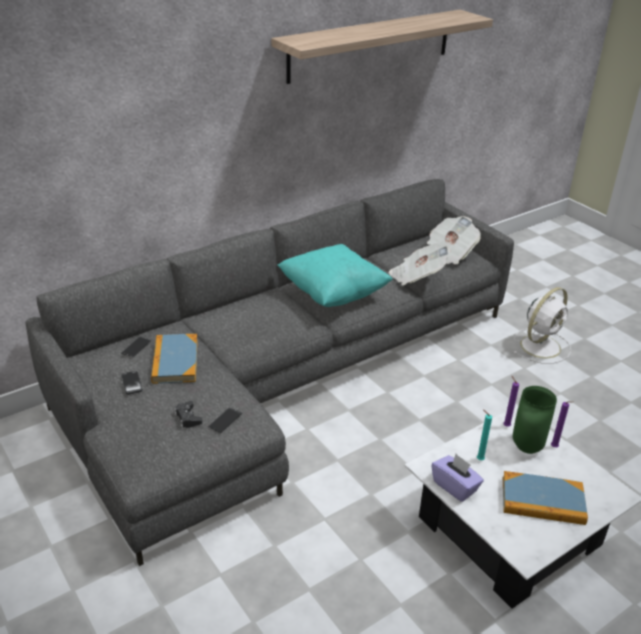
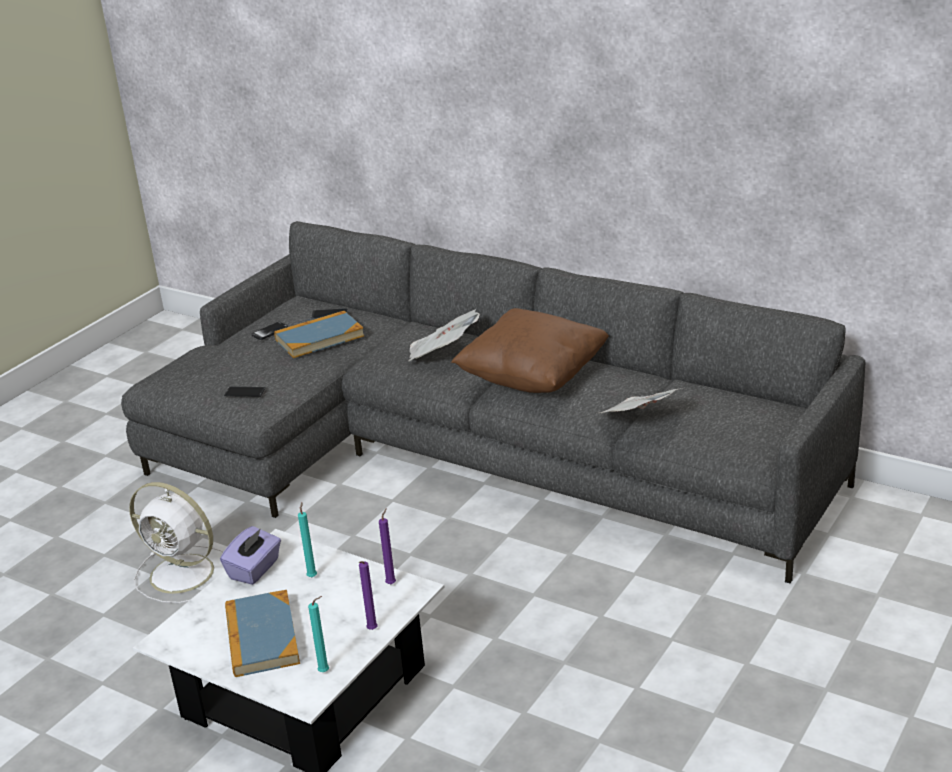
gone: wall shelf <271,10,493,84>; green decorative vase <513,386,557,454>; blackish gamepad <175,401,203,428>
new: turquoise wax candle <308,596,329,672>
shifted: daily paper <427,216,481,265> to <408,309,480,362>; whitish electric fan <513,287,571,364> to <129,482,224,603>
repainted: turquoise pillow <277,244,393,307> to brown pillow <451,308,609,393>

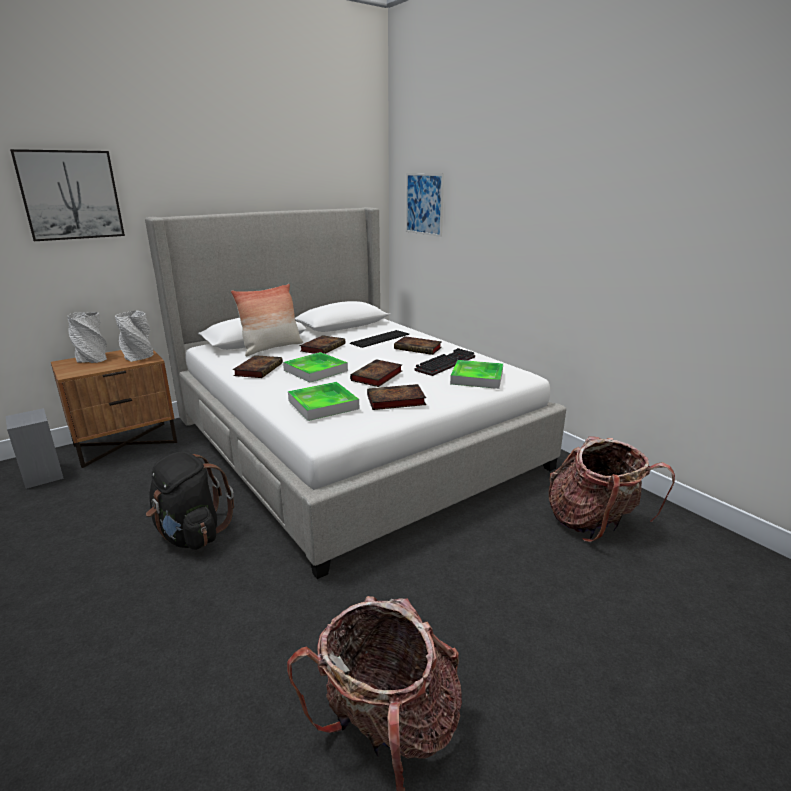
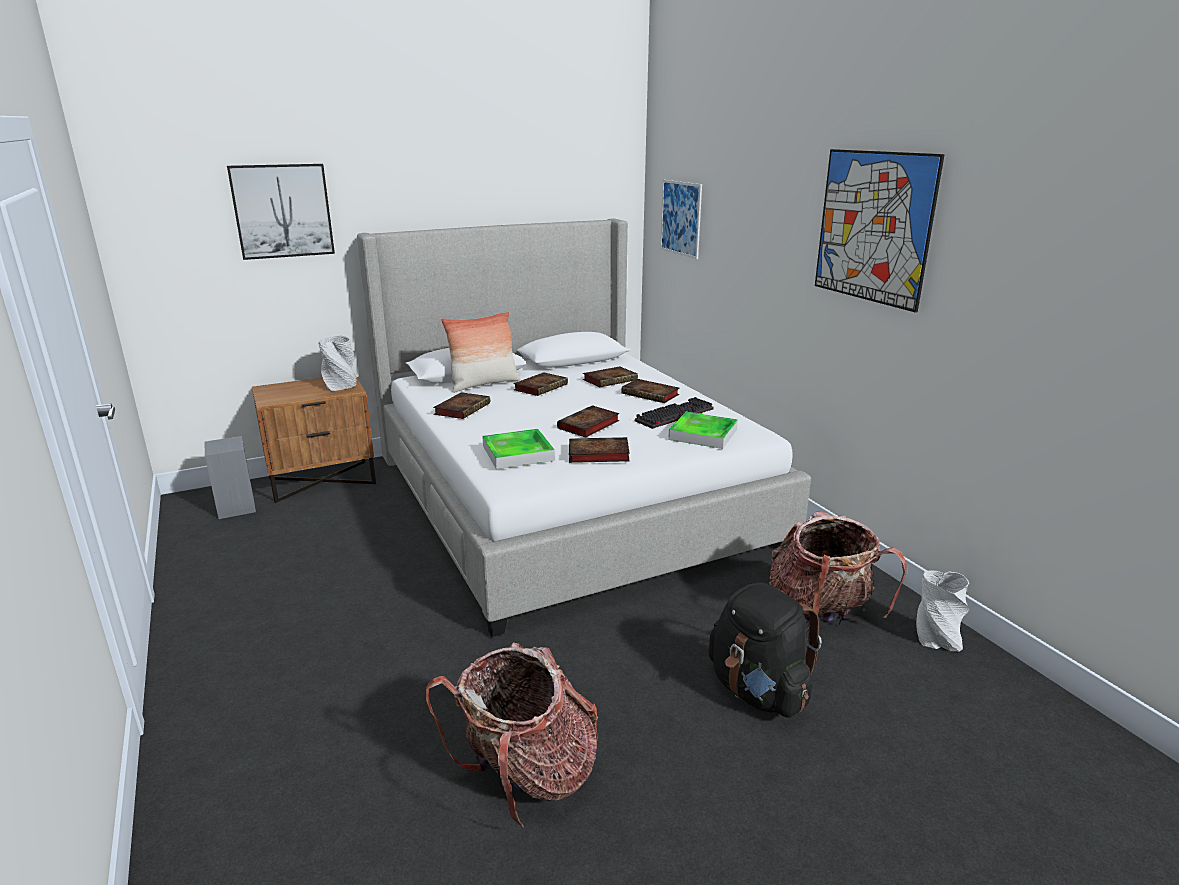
gone: carrying tray <283,352,348,383>
new: wall picture <815,149,945,313>
shifted: grey decorative vase <68,312,107,363> to <916,570,969,652>; blackish rucksack <146,451,234,550> to <708,582,822,718>
swapped: computer keyboard <350,330,409,348> to book <583,366,638,387>

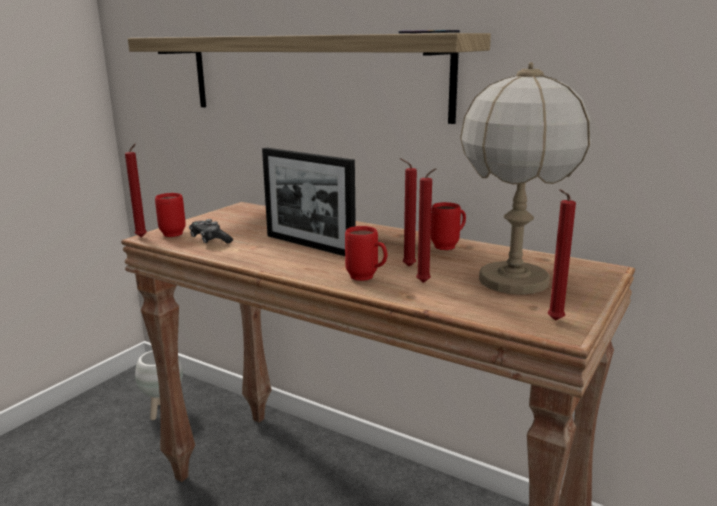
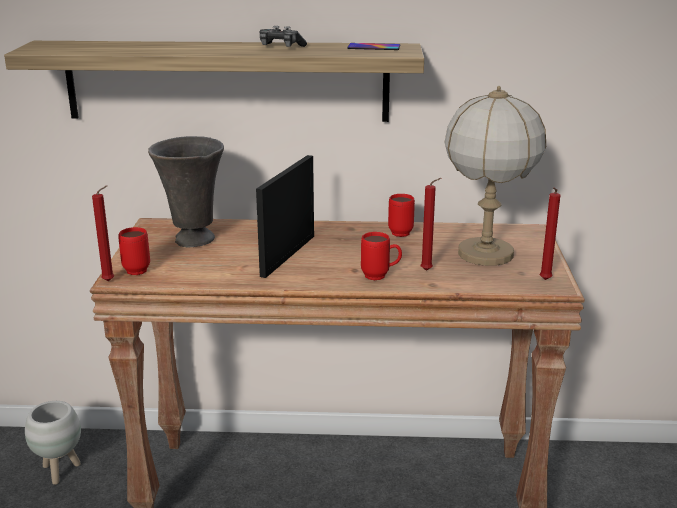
gone: red-coloured wax candle <399,158,417,267>
new: grey decorative vase <148,136,224,247>
shifted: gamepad <189,219,233,244> to <260,26,307,47>
rotated: photo frame <262,148,356,256> = <256,155,314,278> 105 degrees clockwise

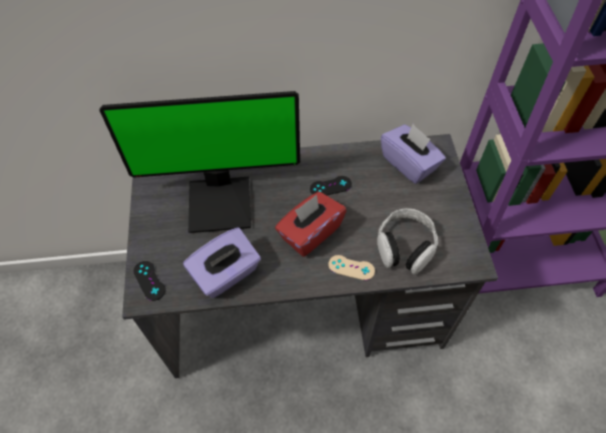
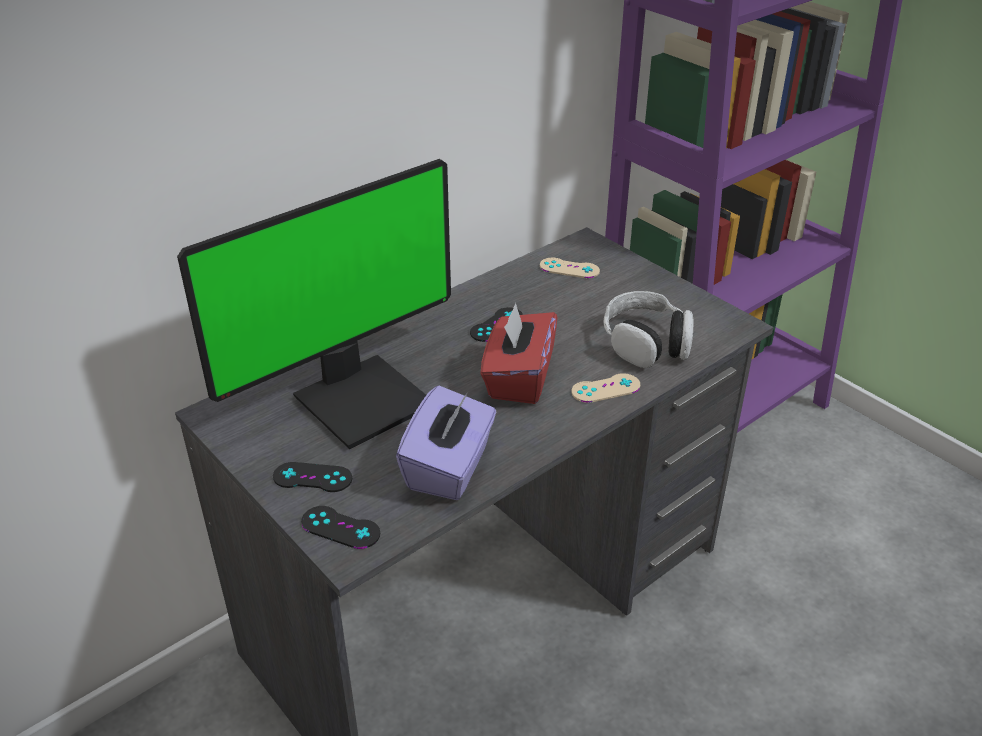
new: blackish gamepad <273,462,352,492>
swapped: purple-coloured box of tissues <381,124,446,184> to beige gamepad <540,258,600,278>

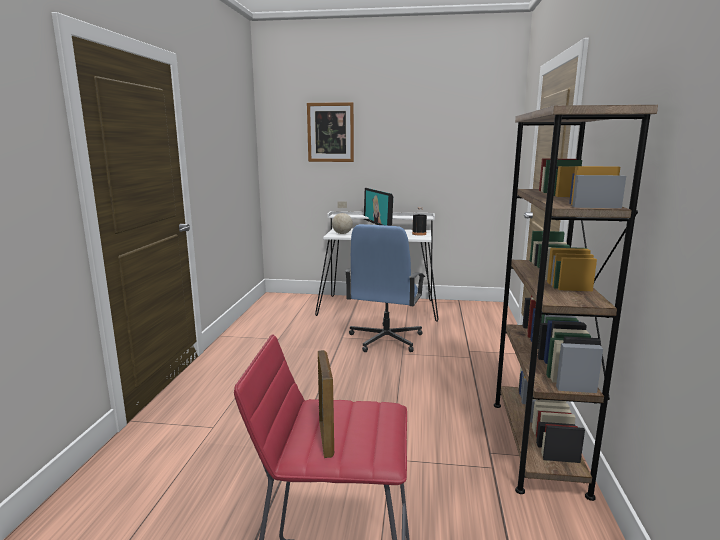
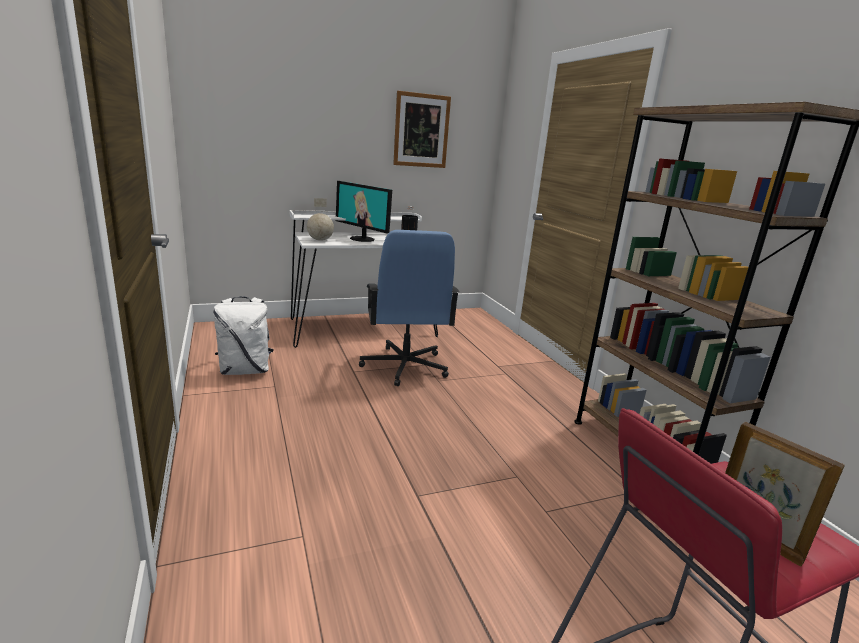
new: whitish rucksack <213,296,274,375>
shifted: wall picture <307,102,354,162> to <393,91,451,168>

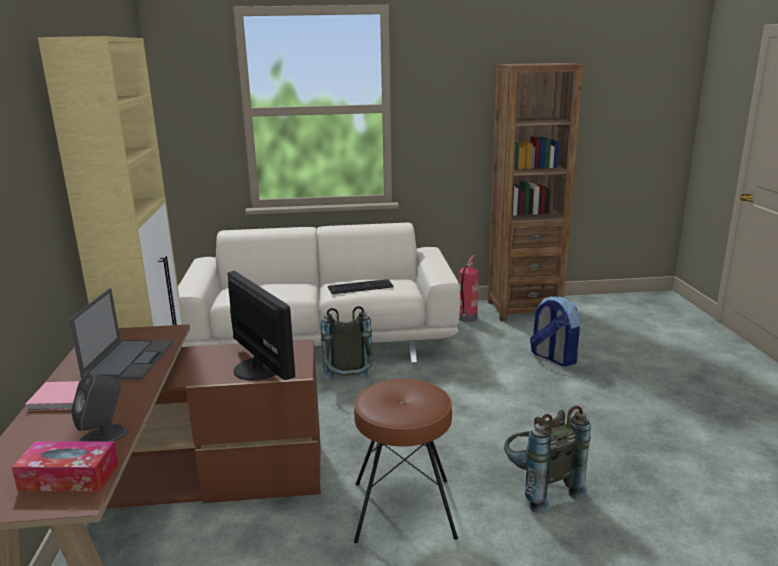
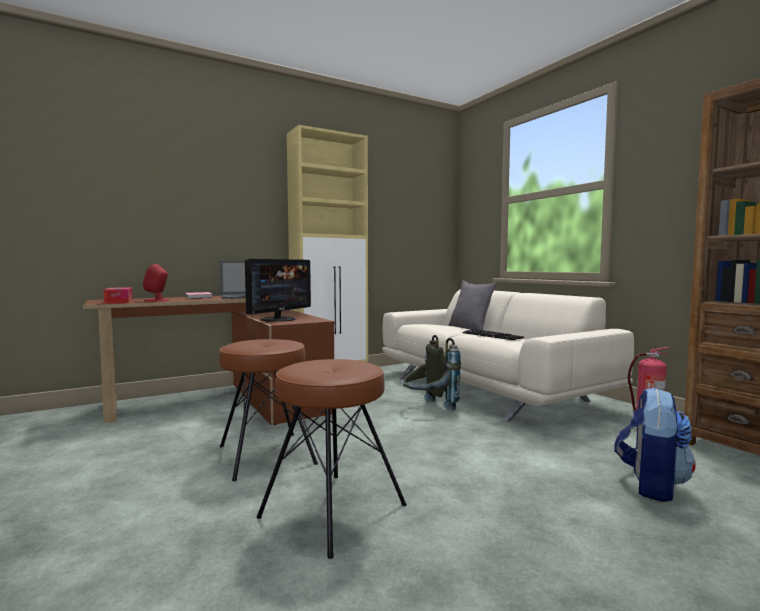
new: grey pillow <449,281,497,330>
swapped: grey rucksack <504,406,591,513> to brown stool seat <257,359,407,559>
repainted: grey loudspeaker <71,373,128,442> to red-coloured loudspeaker <143,264,169,302>

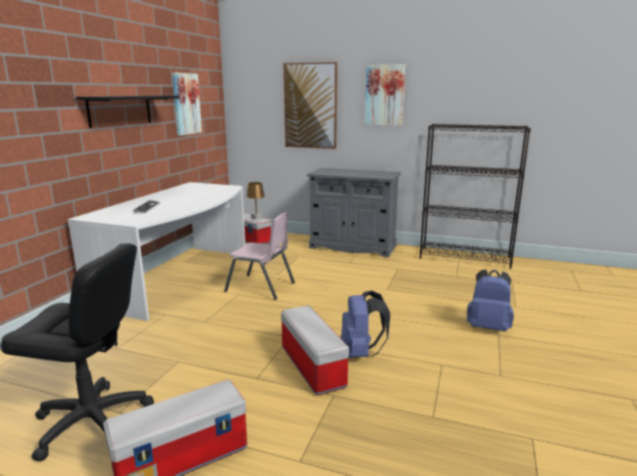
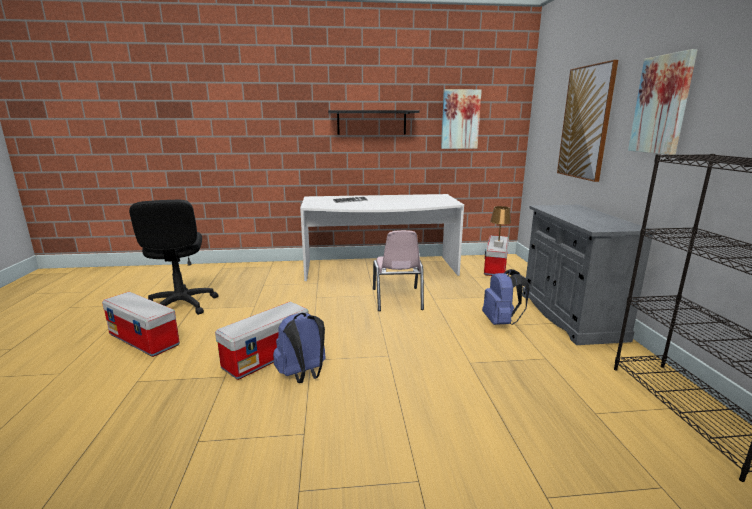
shifted: blue rucksack <467,269,514,331> to <482,269,530,325>

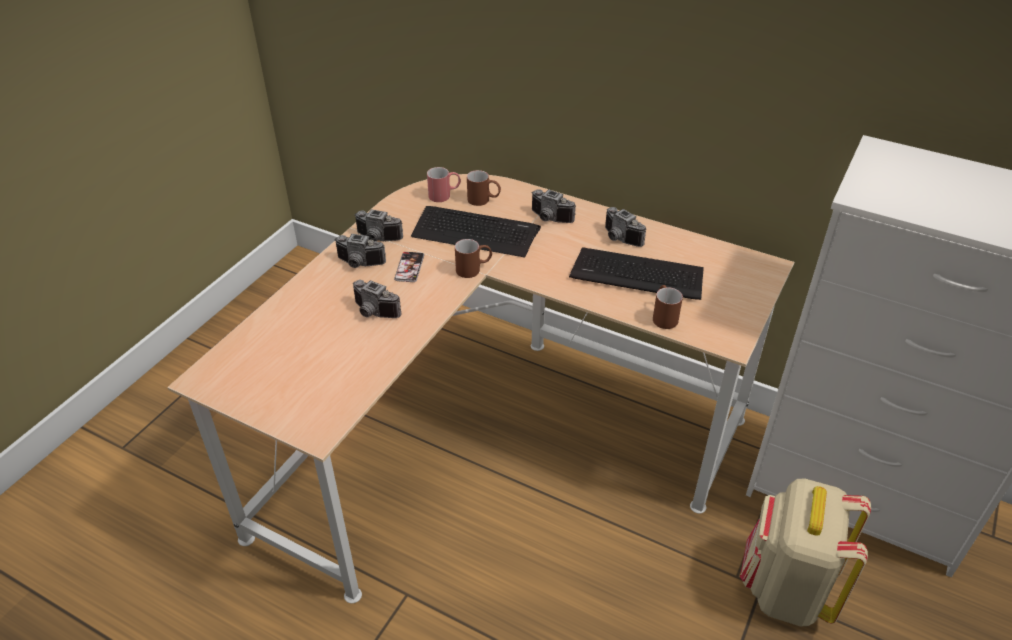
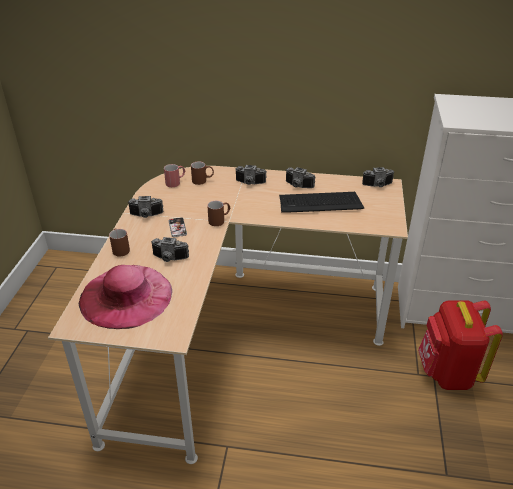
gone: computer keyboard <411,206,541,258>
new: pinkish hat <79,265,172,329>
shifted: photo camera <334,234,386,268> to <362,167,394,187>; brown tea mug <653,285,683,329> to <109,228,130,256>
repainted: beige rucksack <740,478,871,627> to red-coloured rucksack <418,300,503,390>

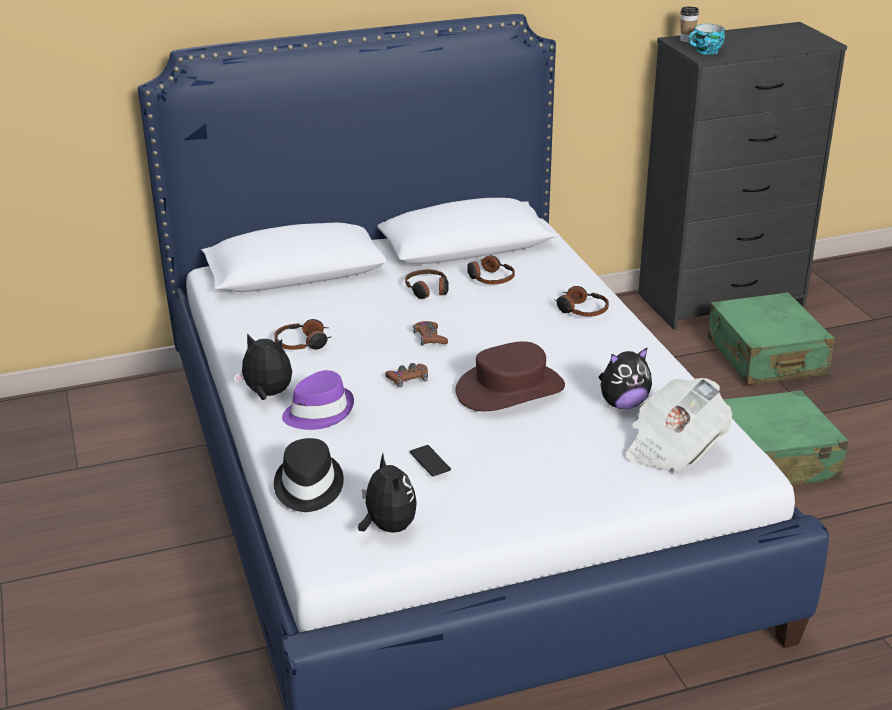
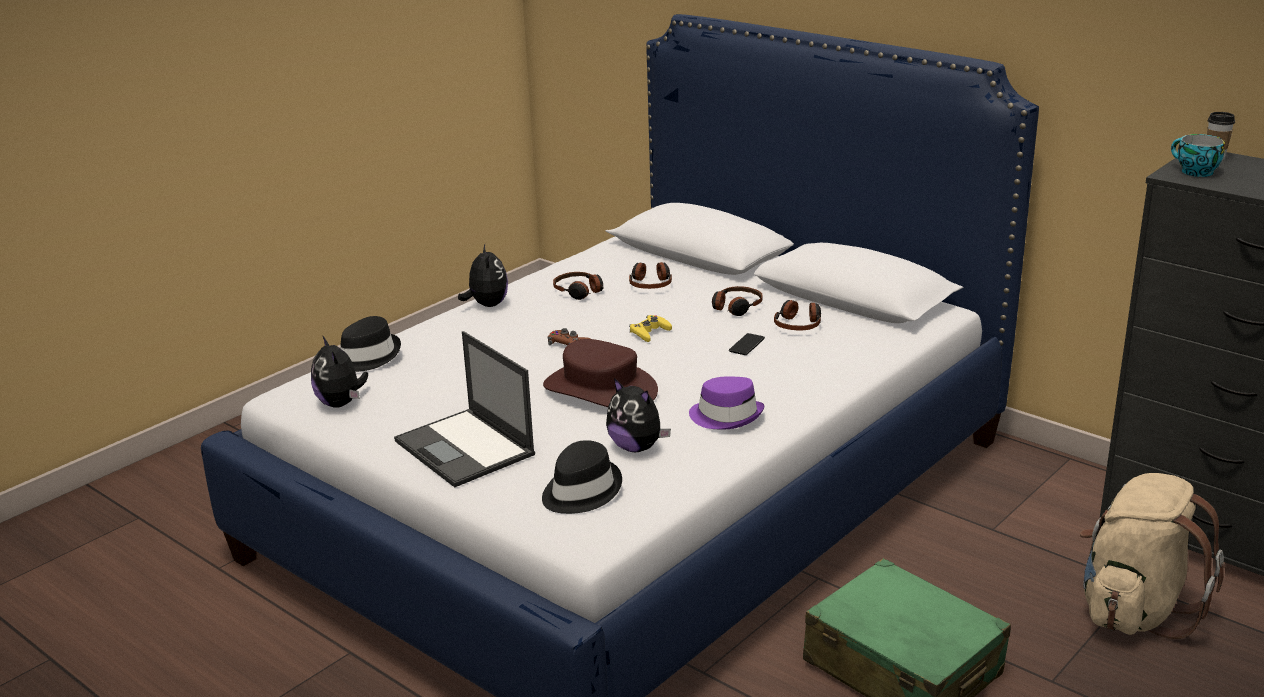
new: notebook computer <394,331,535,487>
shifted: pair of headphones <554,286,609,316> to <629,262,672,289>; purple-coloured hat <282,370,354,430> to <689,376,764,430>; telephone <410,445,451,476> to <729,333,765,355>
swapped: green piece of luggage <708,292,835,385> to beige rucksack <1080,473,1224,639>; daily paper <626,378,732,473> to blackish hat <542,440,622,514>
repainted: brown gamepad <413,321,448,345> to yellow-coloured gamepad <629,315,672,342>
rotated: cuddly toy <358,454,417,533> = <311,335,368,408> 120 degrees clockwise

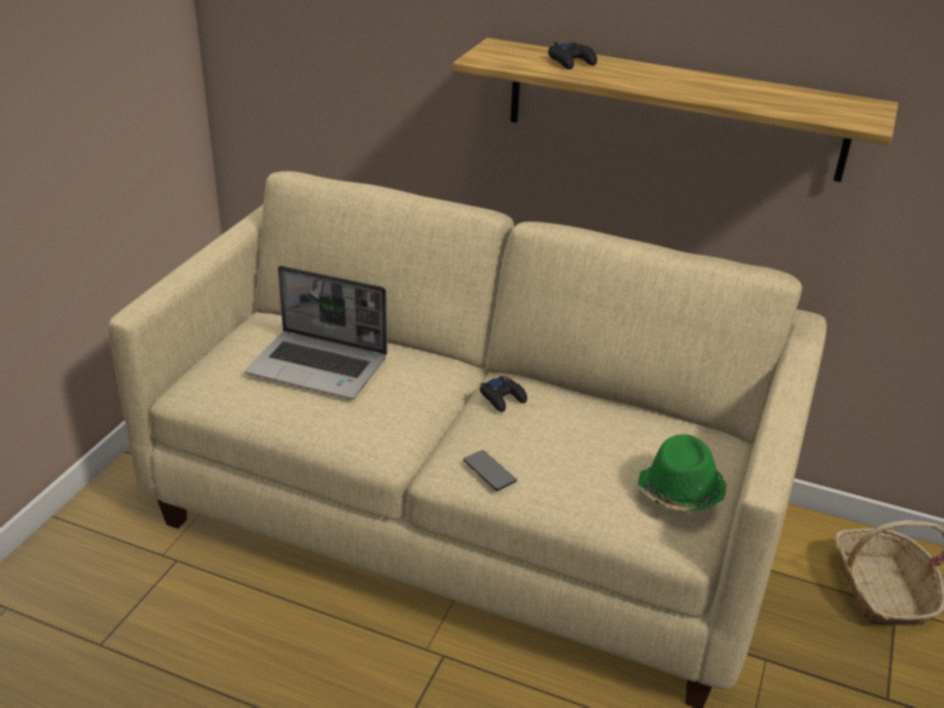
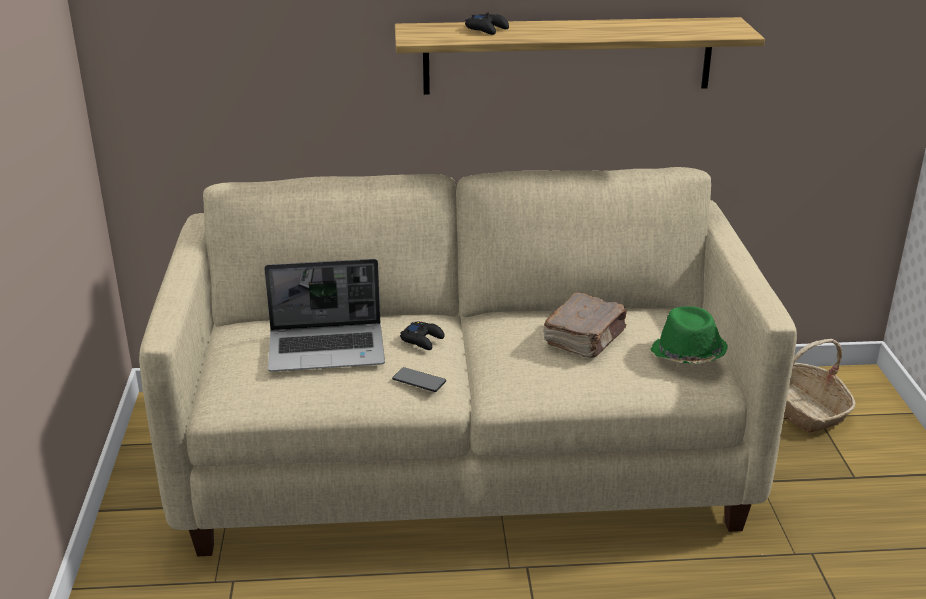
new: brown book <543,292,626,358>
shifted: blackish gamepad <480,376,527,412> to <400,322,445,350>; telephone <463,450,517,491> to <392,367,446,392>

